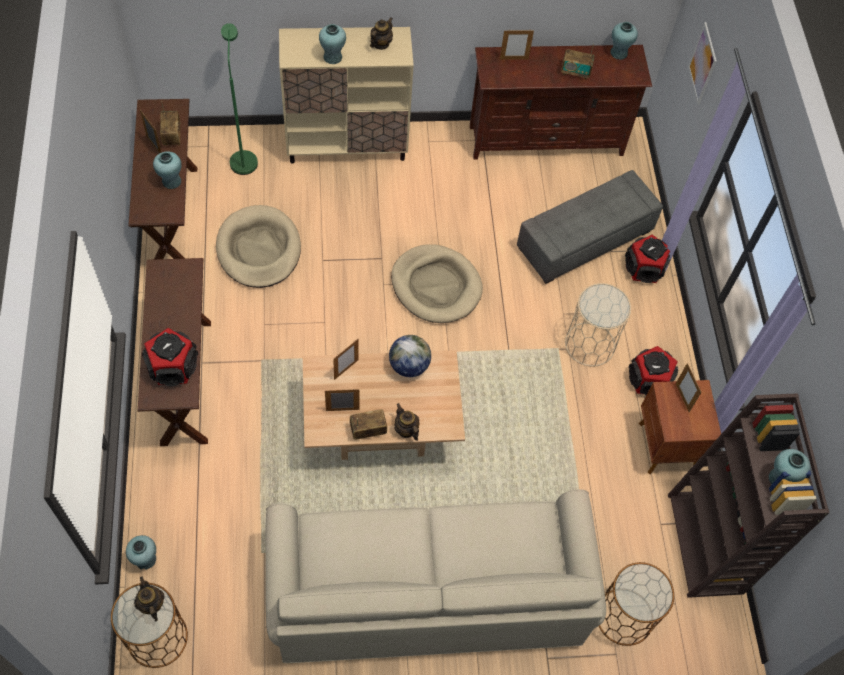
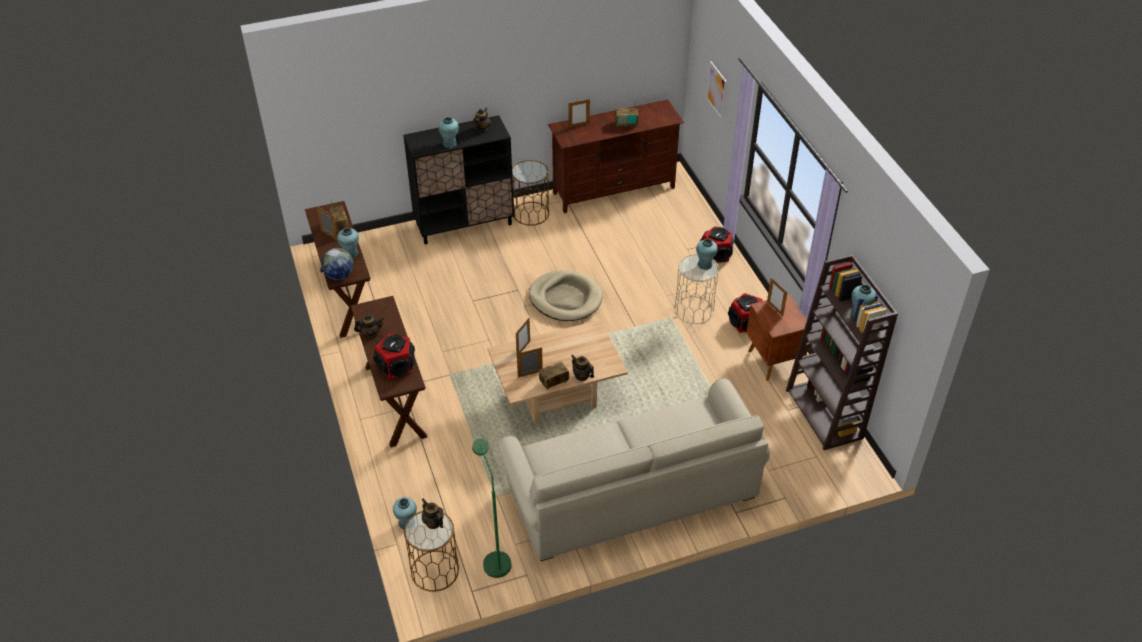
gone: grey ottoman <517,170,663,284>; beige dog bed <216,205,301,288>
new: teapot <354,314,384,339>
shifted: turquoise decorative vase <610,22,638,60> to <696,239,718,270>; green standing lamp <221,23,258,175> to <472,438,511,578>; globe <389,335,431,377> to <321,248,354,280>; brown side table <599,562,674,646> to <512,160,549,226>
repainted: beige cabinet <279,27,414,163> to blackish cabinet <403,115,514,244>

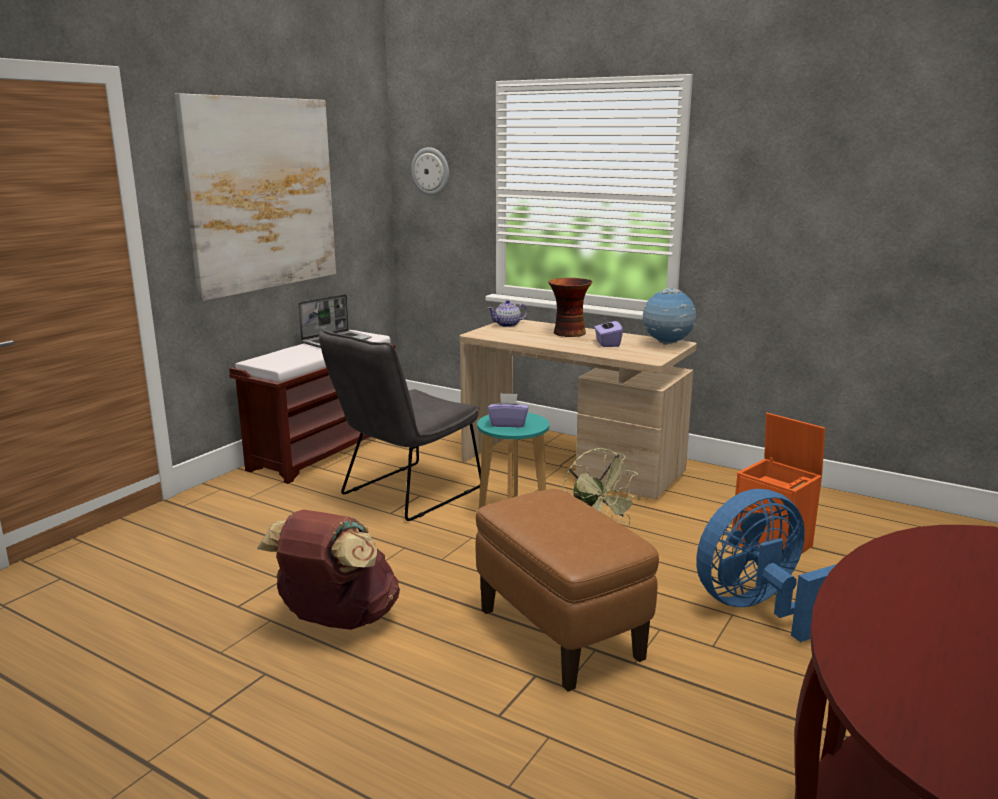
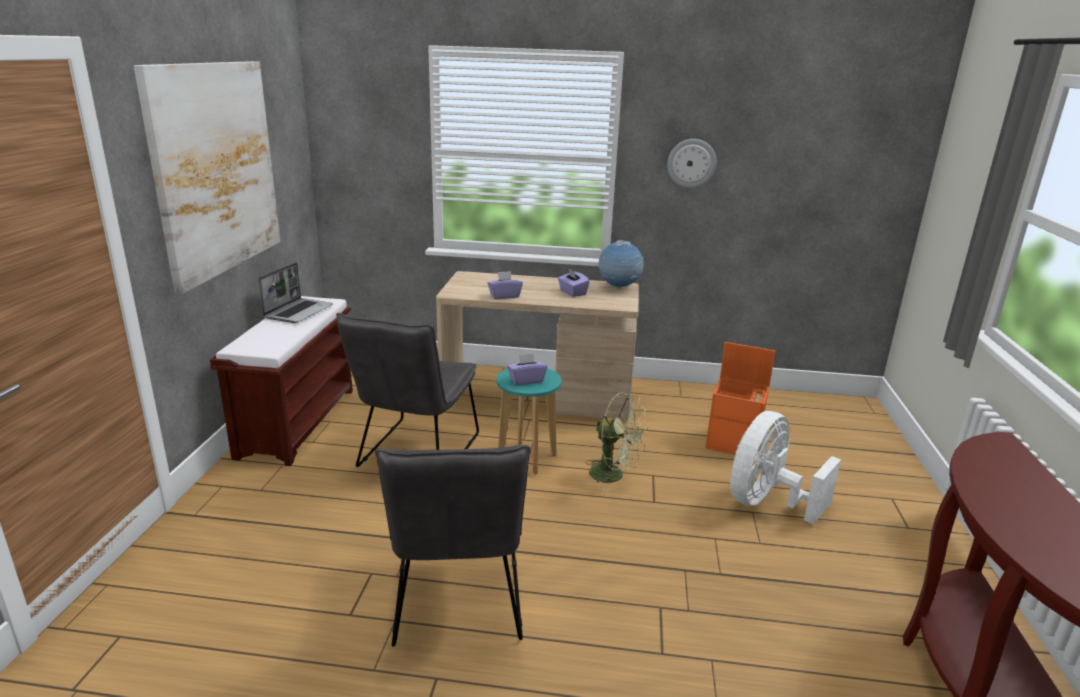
gone: decorative vase <548,278,592,337>; teapot <488,300,528,327>; brown ottoman <476,489,659,692>
new: purple-coloured box of tissues <487,271,523,299>
shifted: hanging clock <411,147,449,196> to <667,139,717,188>
swapped: brown rucksack <257,510,400,630> to grey chair <375,445,530,647>
repainted: blue electric fan <696,489,837,642> to whitish electric fan <730,411,841,524>

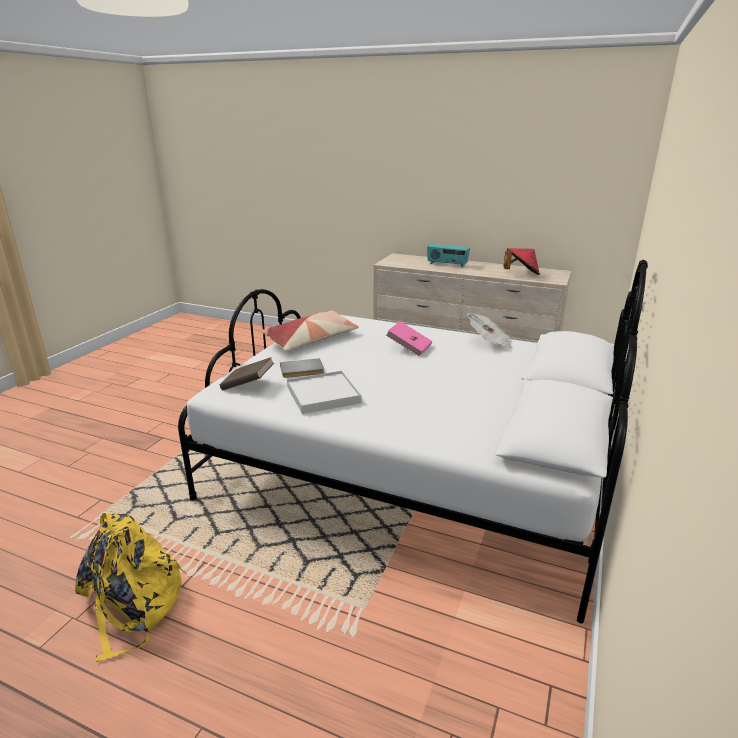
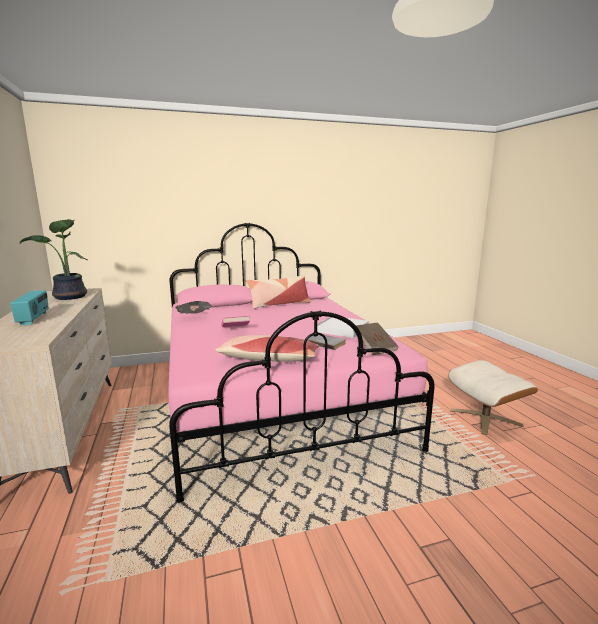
new: pillow <247,275,311,309>
swapped: red-coloured hat <503,248,540,275> to plant in a pot <19,219,88,300>; yellow-coloured rucksack <75,513,187,662> to beige ottoman <448,360,538,435>
repainted: whitish sleeping bed <178,260,648,623> to pinkish sleeping bed <169,223,435,503>

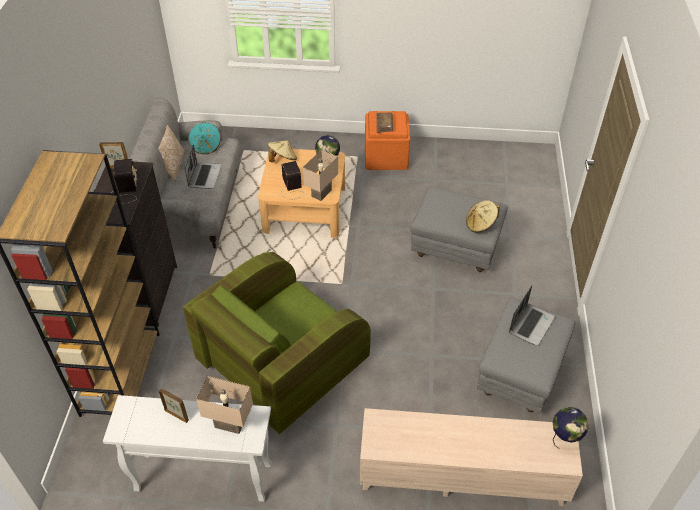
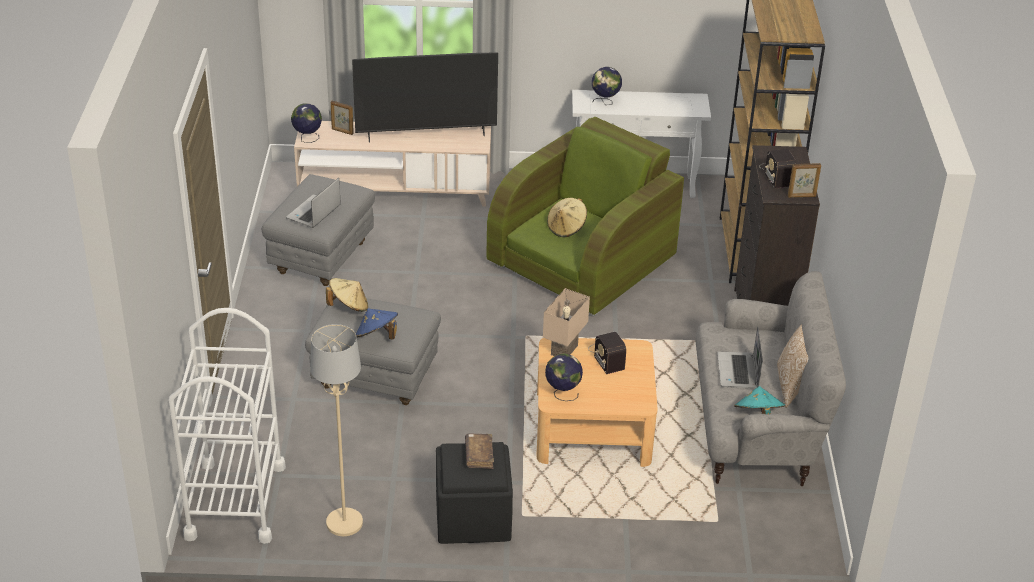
new: TV <352,52,498,142>; whitish wheeled cart <169,308,286,544>; blue hat <356,308,398,339>; beige standing lamp <310,324,363,536>
shifted: beige hat <267,140,297,162> to <547,198,587,237>; photo frame <159,388,189,423> to <331,100,354,135>
swapped: beige lamp for a table <196,376,253,434> to globe <592,67,622,105>
repainted: orange ottoman <365,111,410,170> to blackish ottoman <436,442,513,544>

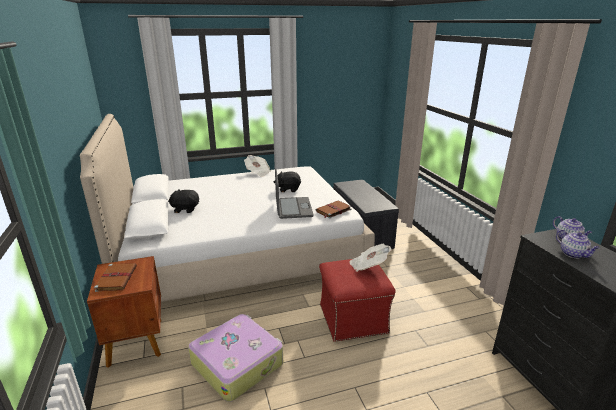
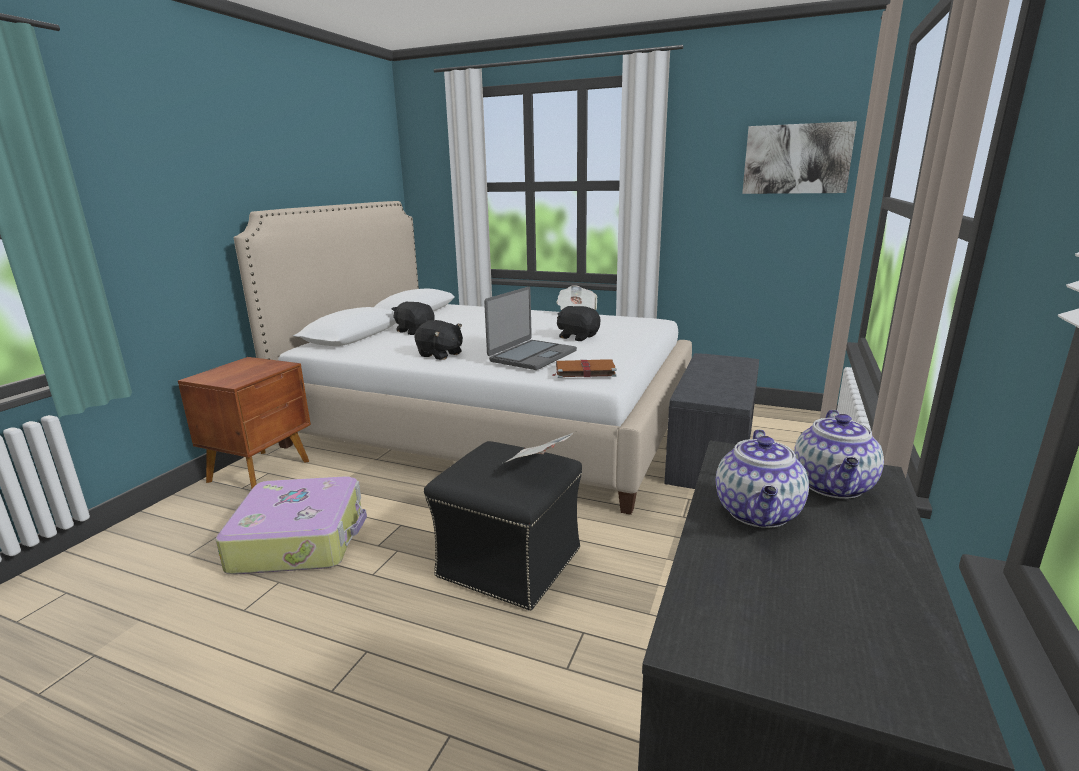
gone: brown book <94,263,137,292>
new: wall picture <742,121,857,194>; blackish cuddly toy <414,320,463,360>
repainted: red-coloured ottoman <319,259,396,342> to blackish ottoman <424,441,582,610>

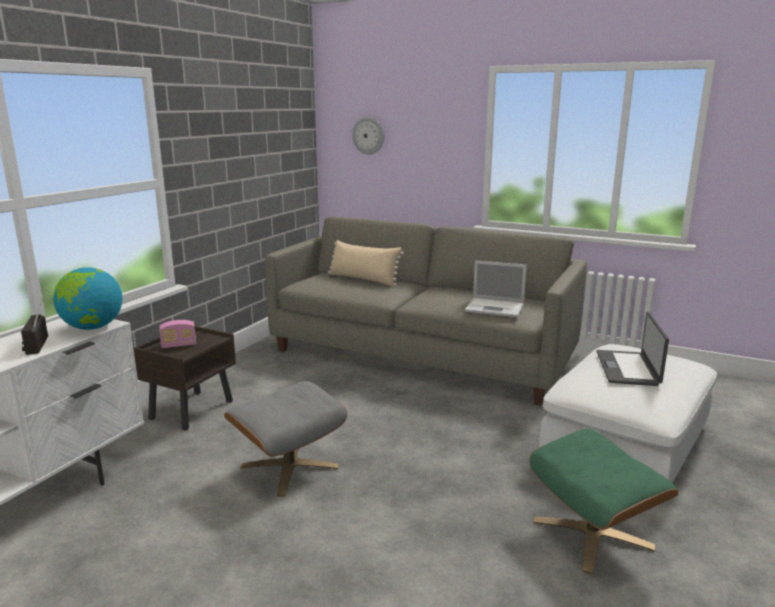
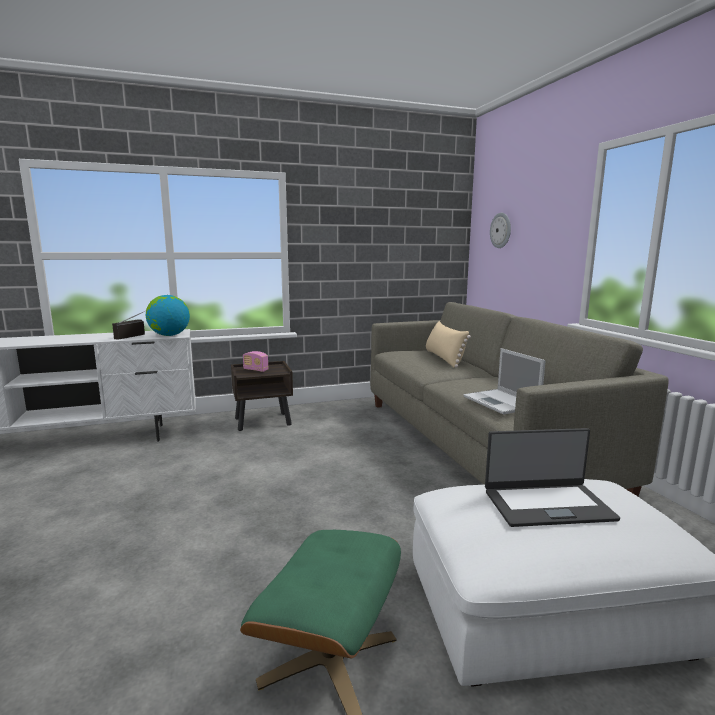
gone: grey ottoman <224,381,347,497>
rotated: notebook computer <597,312,669,386> = <485,428,620,527> 150 degrees counterclockwise

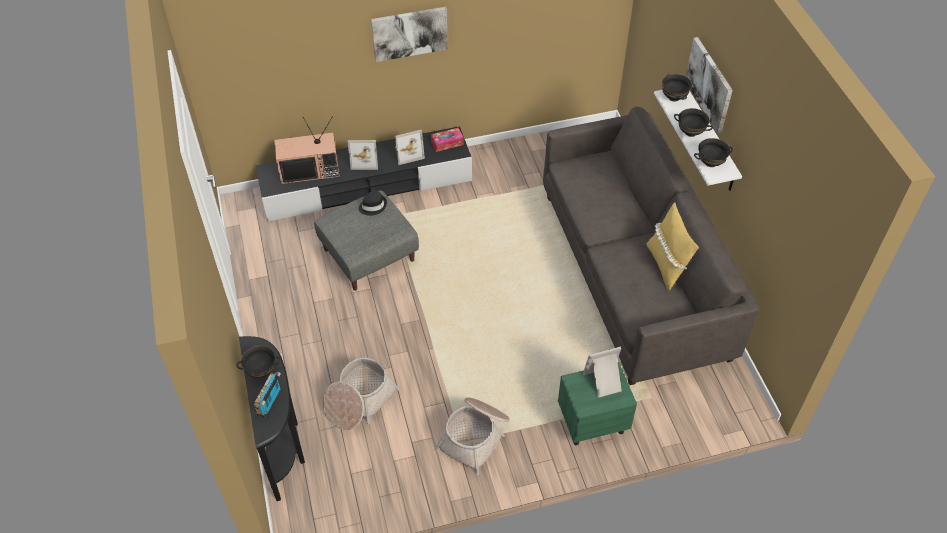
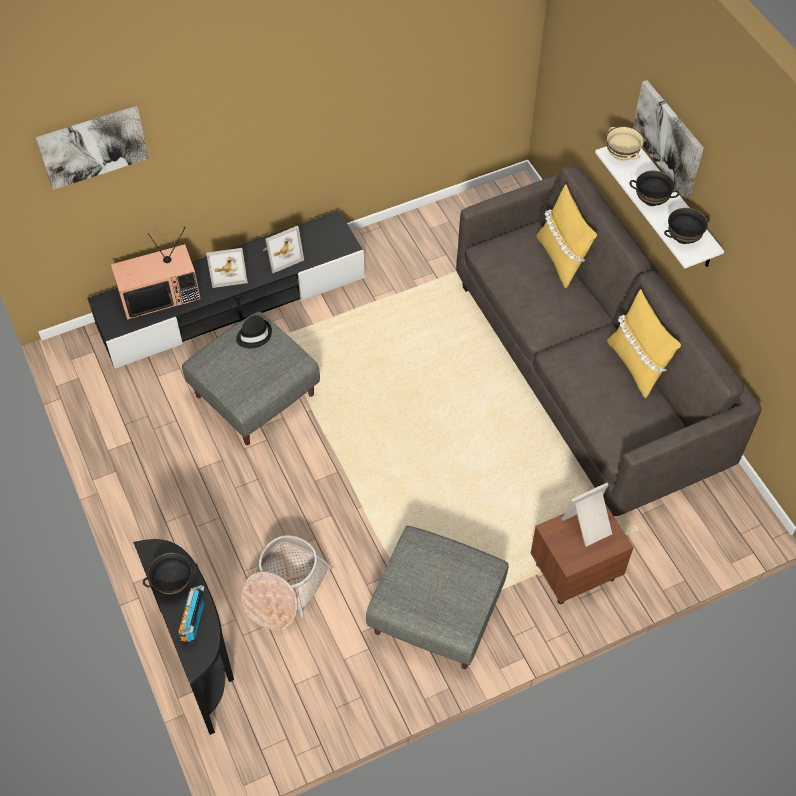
gone: box of tissues <431,128,464,152>
new: yellow-coloured pillow <536,184,597,288>
shifted: wall picture <371,7,448,62> to <36,106,149,190>
swapped: household basket <434,397,510,475> to grey ottoman <366,526,509,669>
repainted: blackish deep dish <662,74,692,102> to beige deep dish <606,126,644,161>; green bedside table <558,362,637,446> to brown bedside table <531,504,634,604>

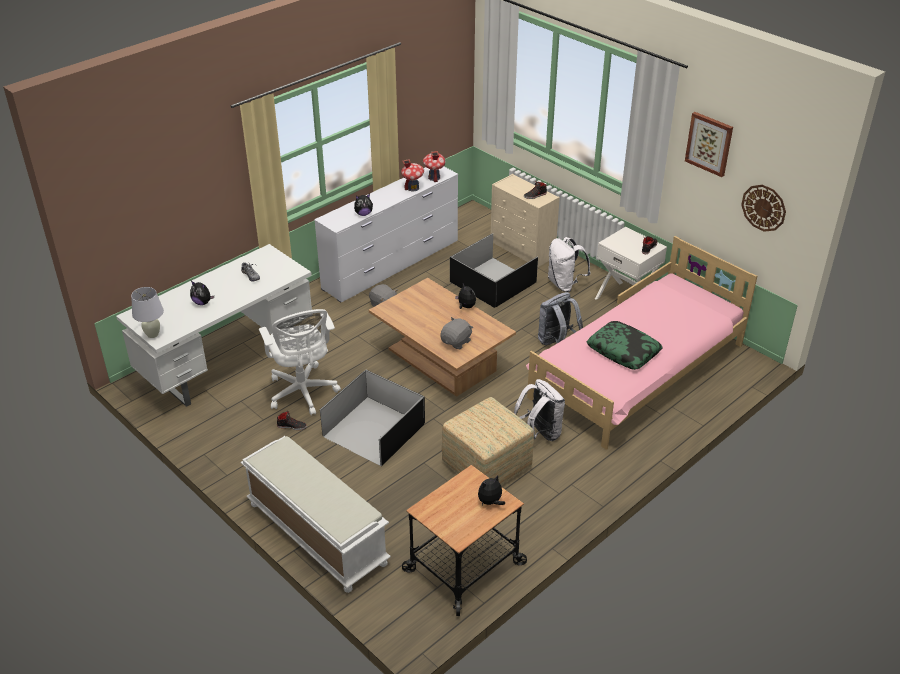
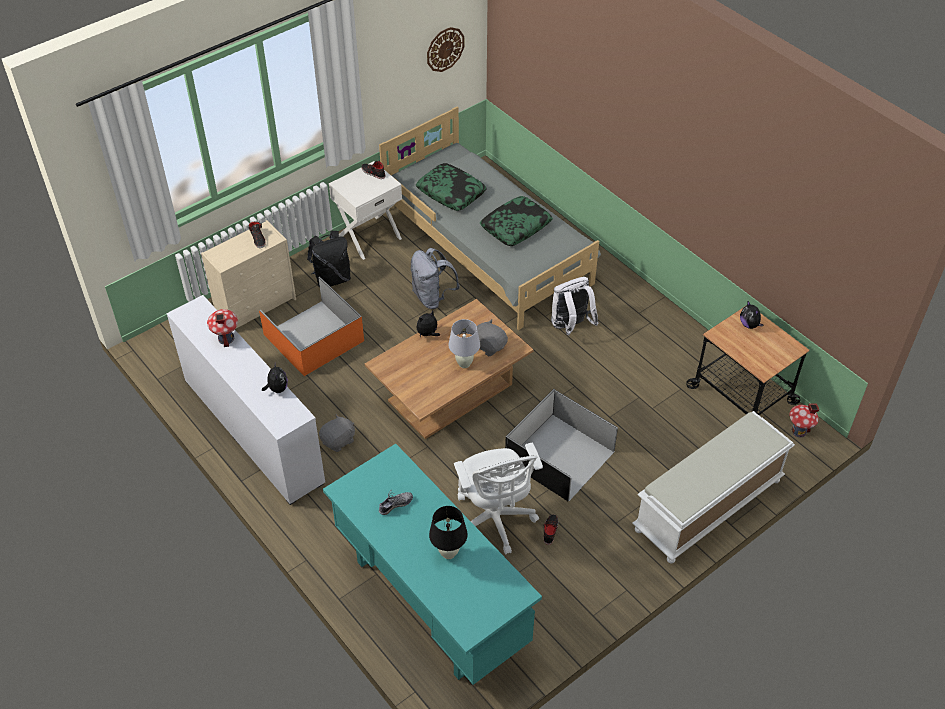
gone: wall picture <685,112,733,177>; ottoman <442,397,534,485>
new: pillow <416,163,487,211>
shifted: model house <423,151,445,182> to <789,403,819,437>; whitish lamp for a table <131,287,164,338> to <448,319,480,368>
swapped: cuddly toy <190,281,214,305> to blackish lamp for a table <429,506,468,559>
repainted: blackish storage container <450,233,538,308> to orange storage container <259,277,364,376>; pinkish sleeping bed <526,236,757,450> to grey sleeping bed <379,106,601,330>; whitish rucksack <548,237,591,292> to blackish rucksack <307,231,351,287>; whitish desk unit <116,244,312,407> to turquoise desk unit <323,444,542,685>
rotated: whitish office chair <259,309,341,416> = <454,443,543,554> 90 degrees clockwise

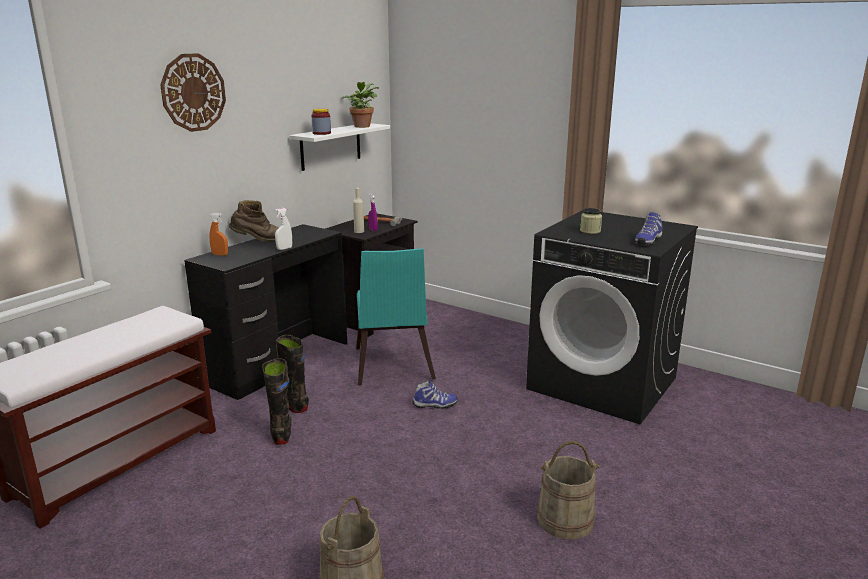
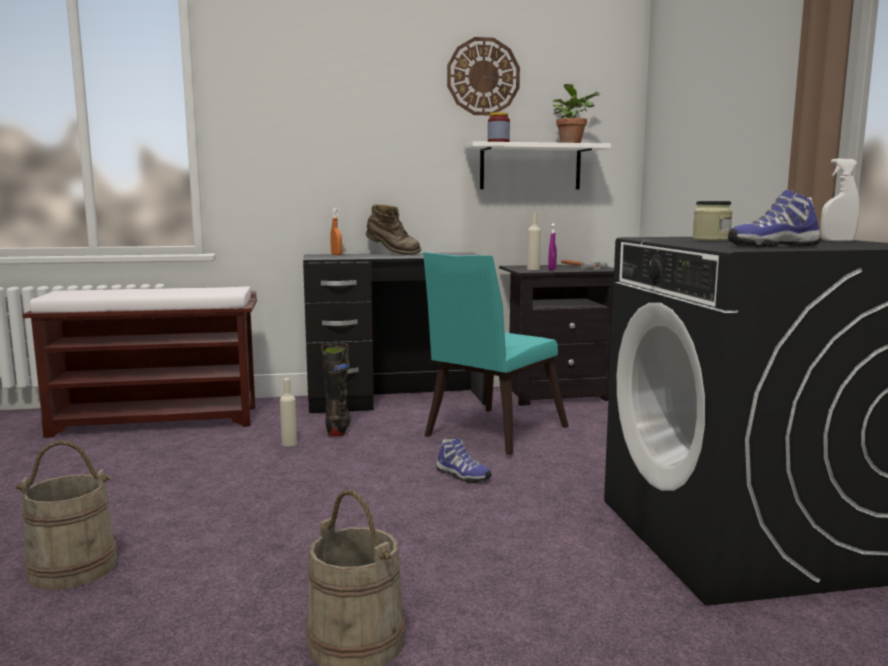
shifted: hanging clock <160,53,226,132> to <447,37,520,115>; whitish hand sprayer <275,208,292,250> to <821,158,860,241>
swapped: blackish high-top boot <262,358,292,445> to beige drink bottle <280,378,297,446>

